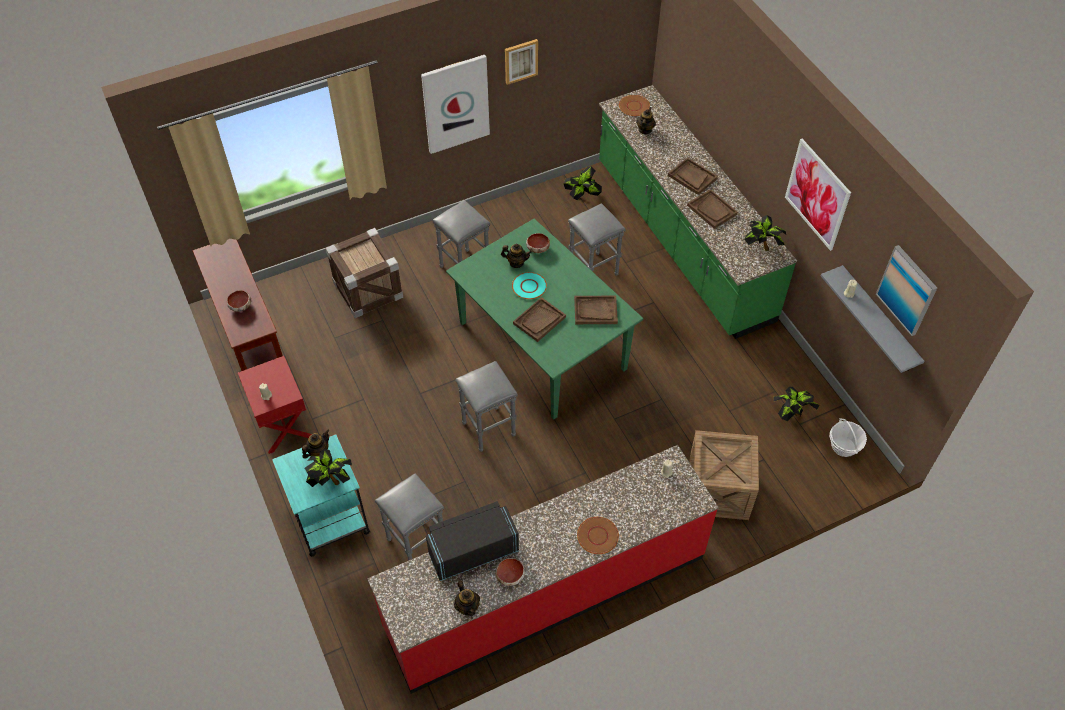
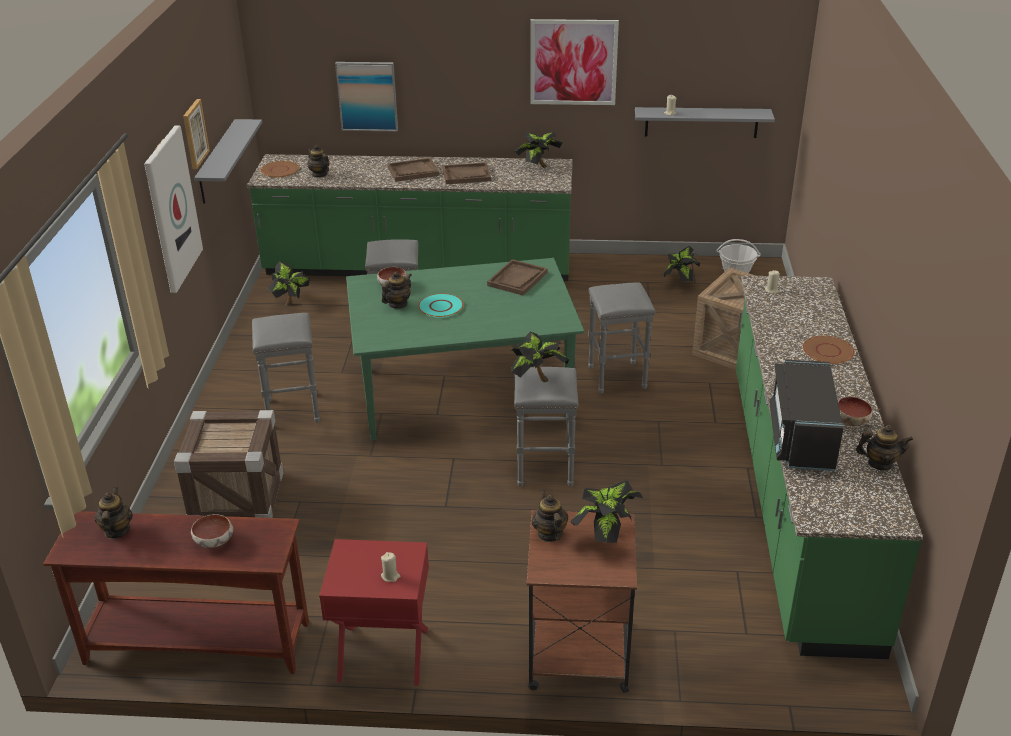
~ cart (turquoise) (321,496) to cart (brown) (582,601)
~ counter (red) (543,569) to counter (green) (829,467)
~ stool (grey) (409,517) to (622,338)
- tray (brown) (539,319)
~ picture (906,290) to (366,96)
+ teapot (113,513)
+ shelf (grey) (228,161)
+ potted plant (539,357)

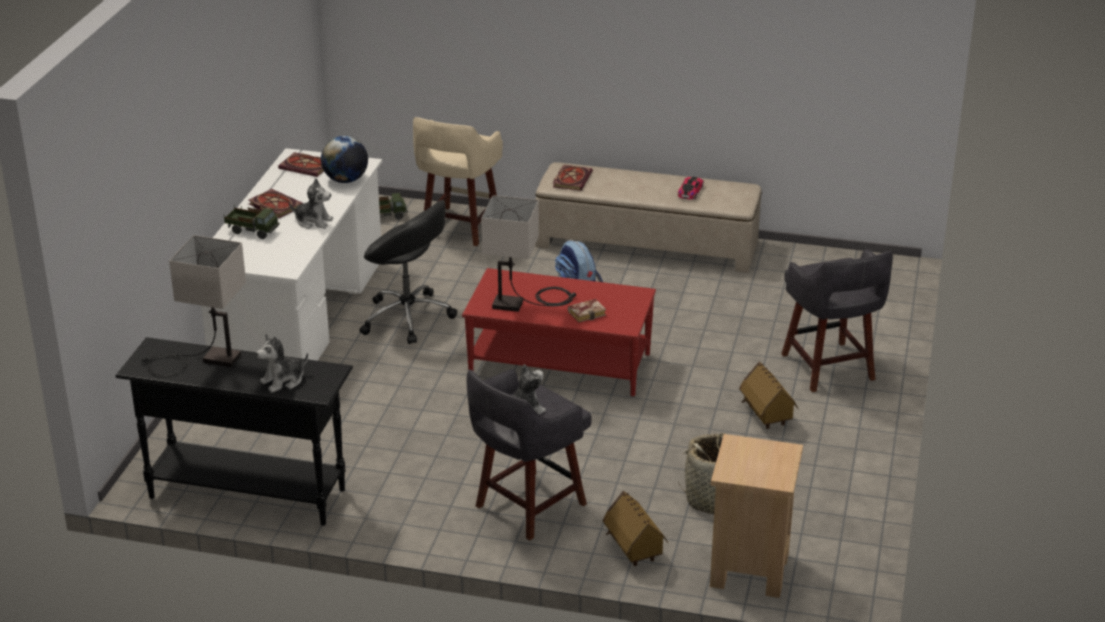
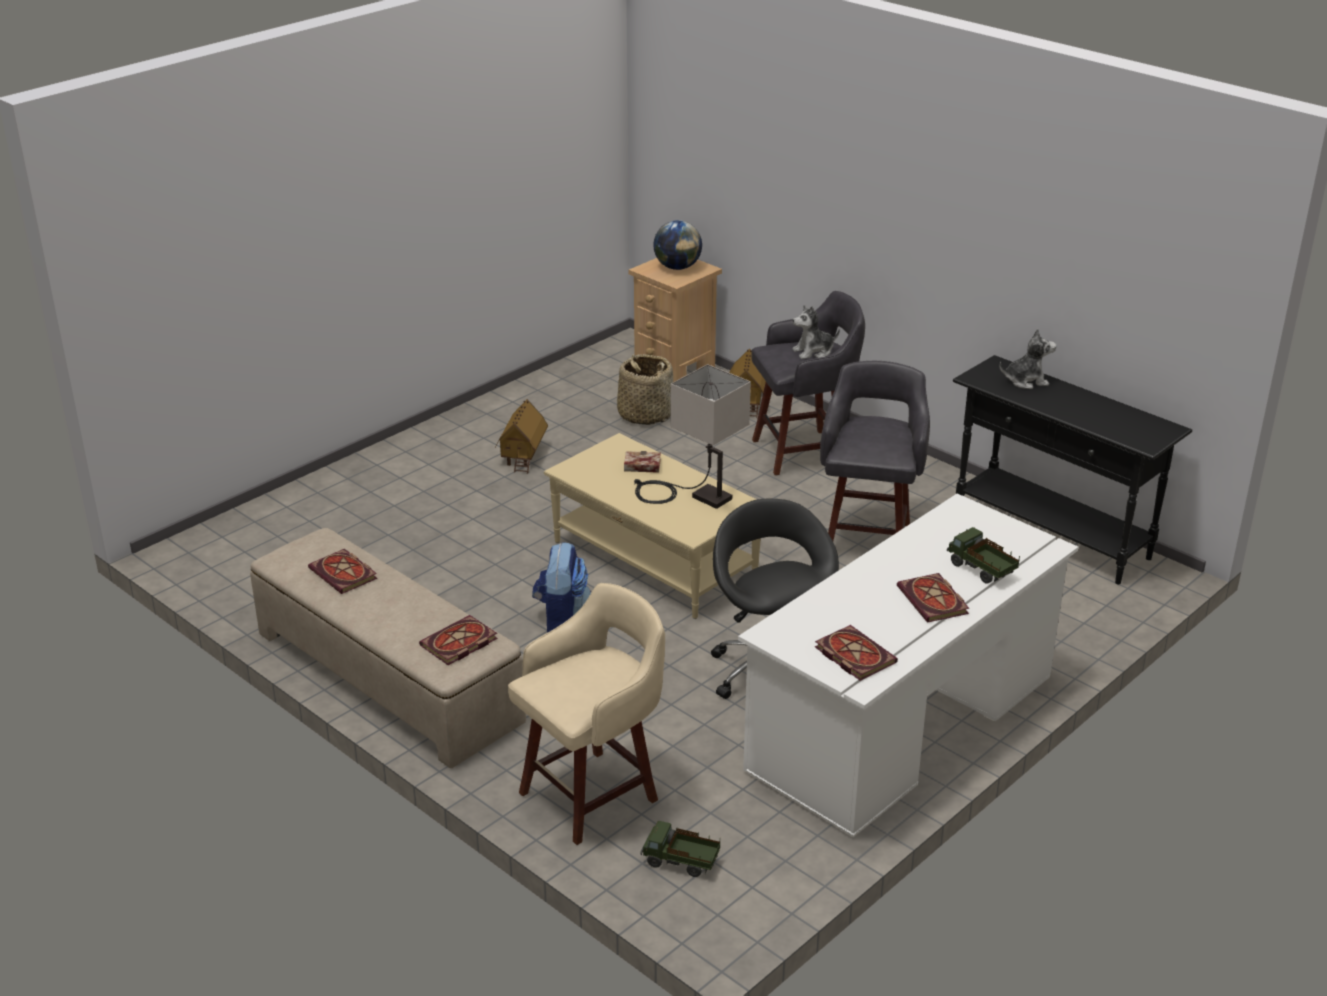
- table lamp (194,306)
- plush toy (311,203)
~ globe (344,159) to (677,245)
~ coffee table (red) (559,332) to coffee table (beige) (652,526)
~ toy car (691,188) to book (342,571)
~ stool (grey) (837,320) to (875,451)

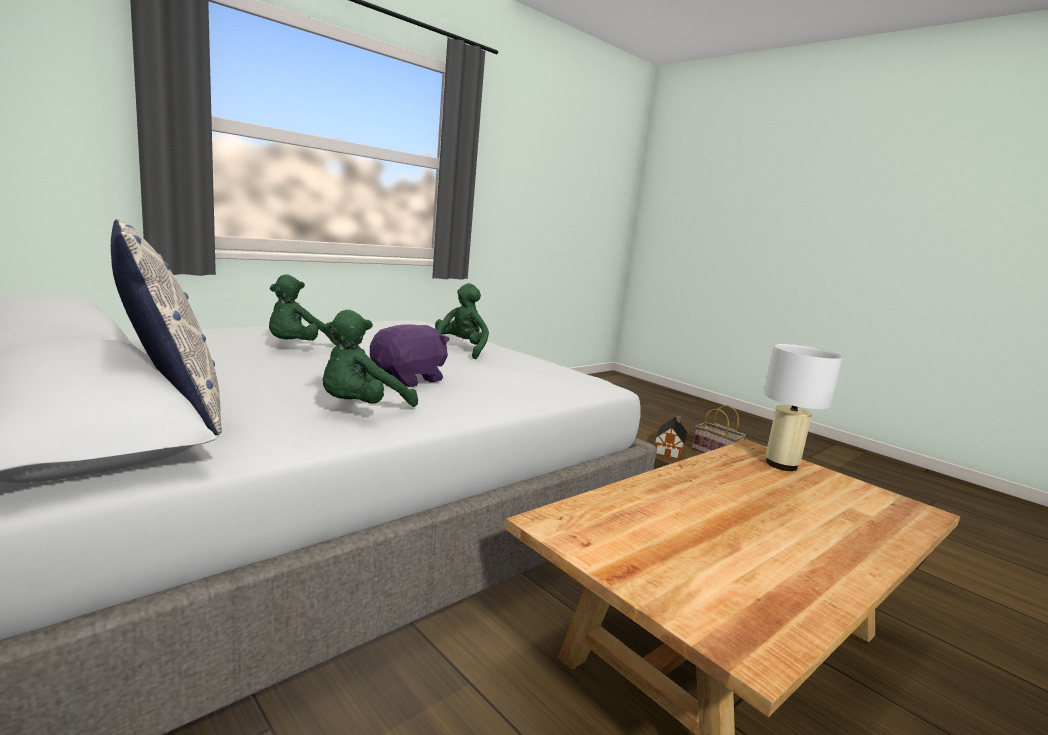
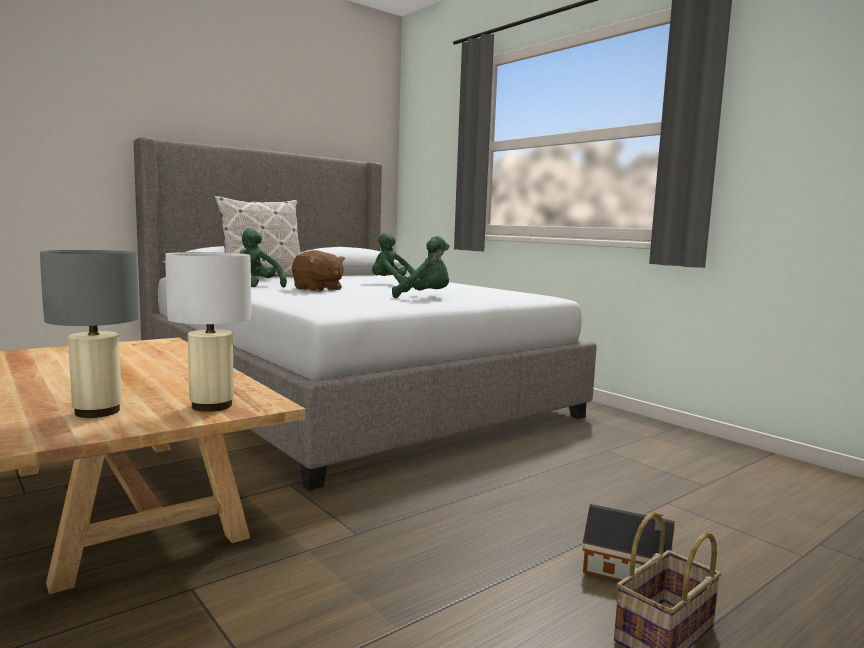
~ plush toy (purple) (410,355) to plush toy (brown) (318,271)
+ table lamp (grey) (89,334)

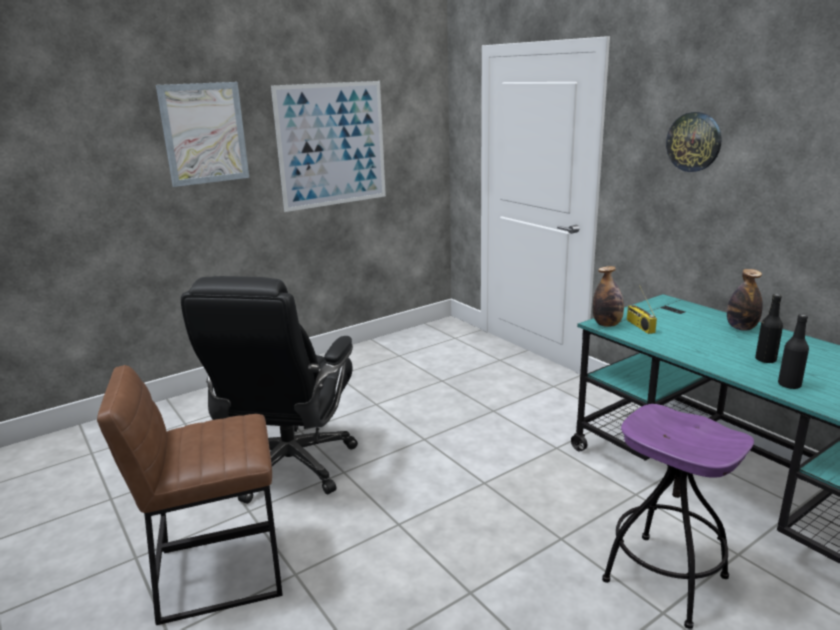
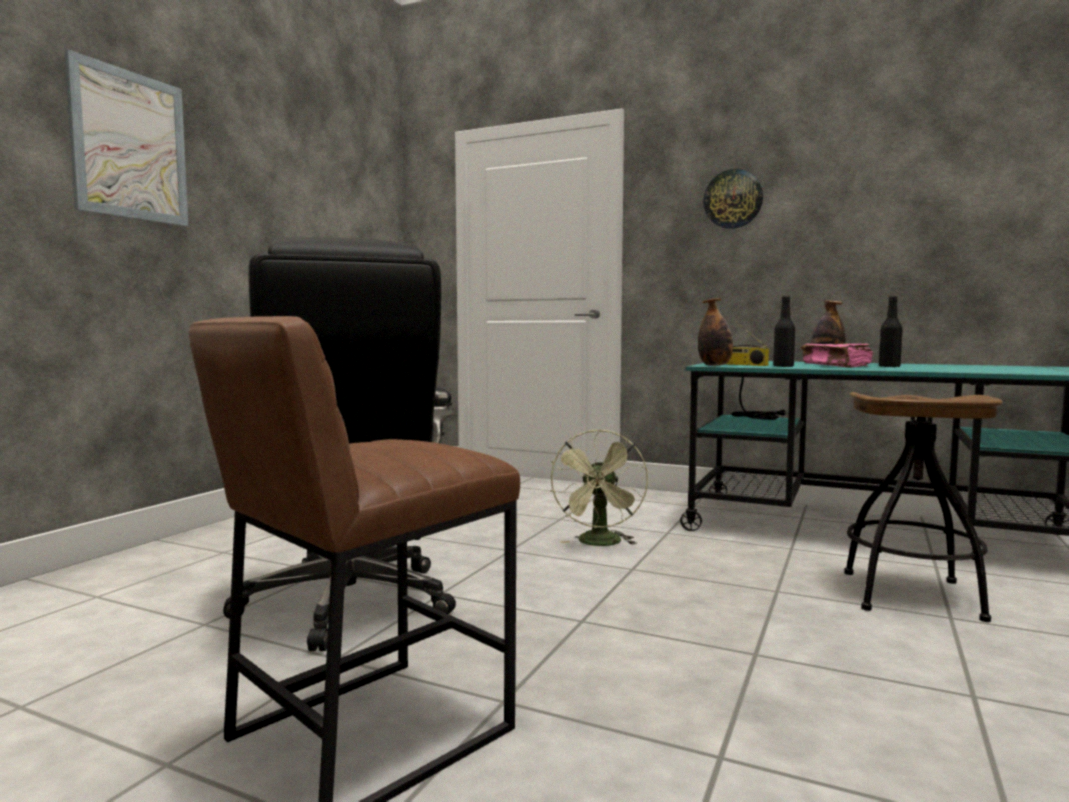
- picture (328,146)
~ stool (purple) (678,516) to stool (brown) (923,507)
~ bottle (black) (793,351) to (784,331)
+ fan (green) (599,487)
+ book (pink) (837,355)

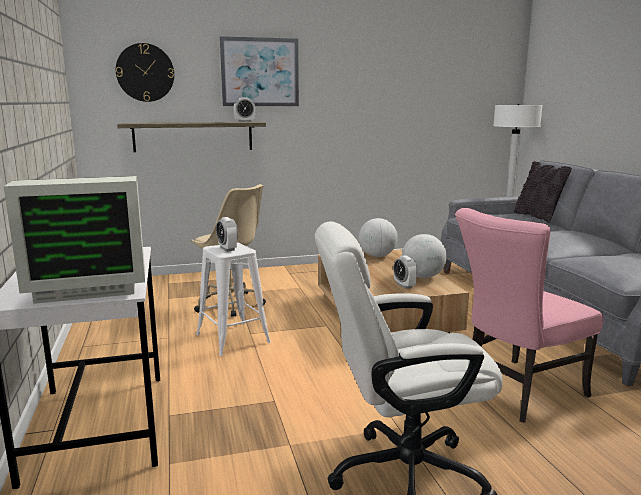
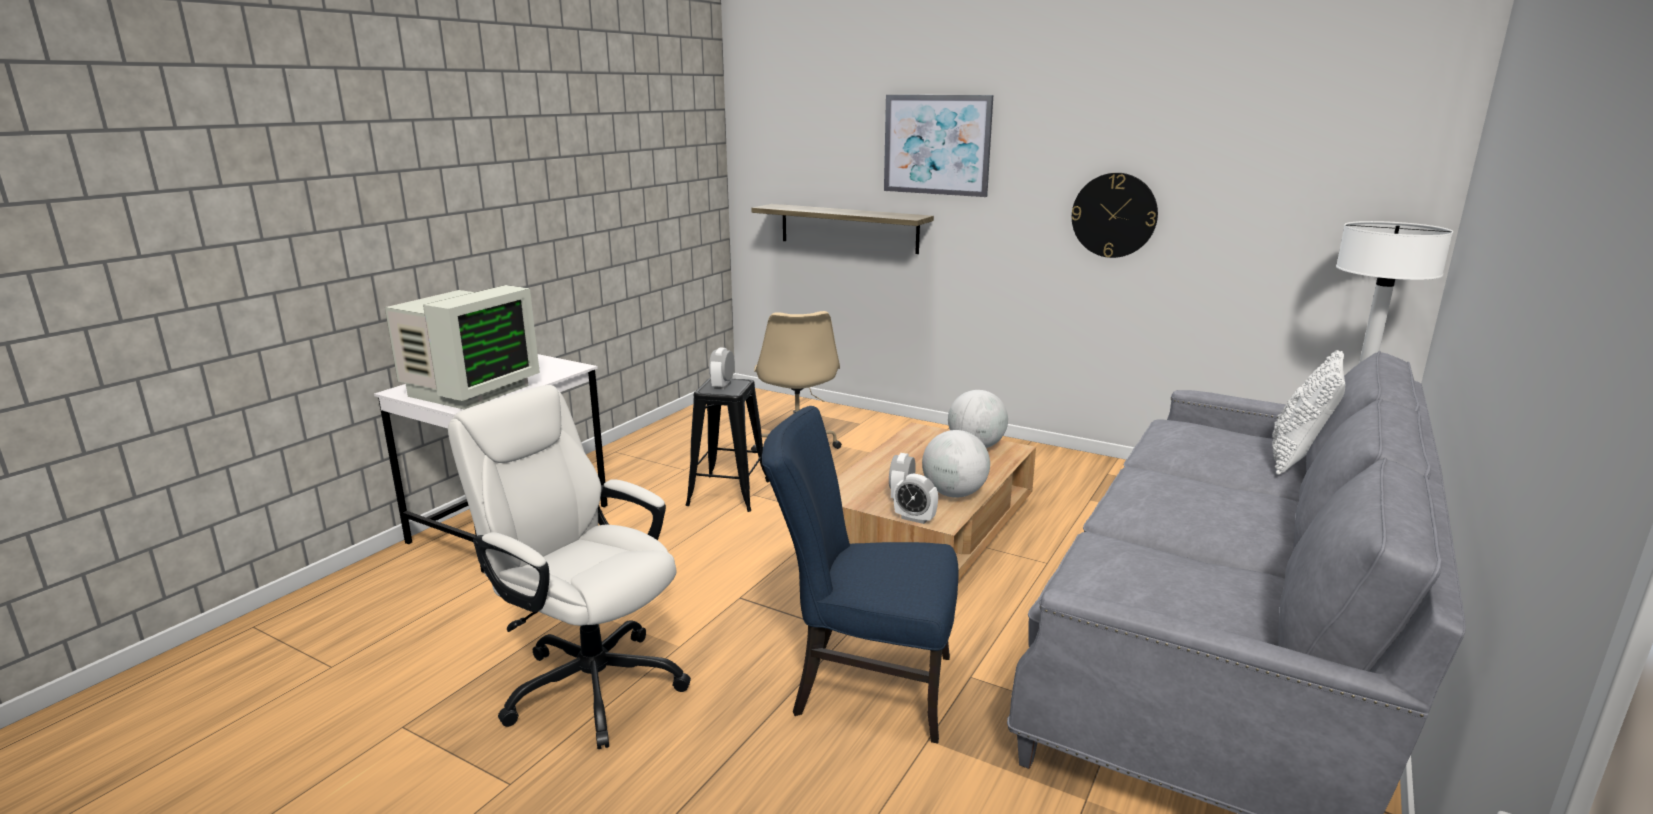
~ monitor (74,240) = (462,347) 90 degrees counterclockwise
~ wall clock (145,72) to (1115,215)
~ stool (white) (233,299) to stool (black) (728,445)
~ alarm clock (244,109) to (916,499)
~ chair (pink) (529,315) to chair (blue) (860,574)
~ pillow (black) (543,192) to pillow (white) (1308,412)

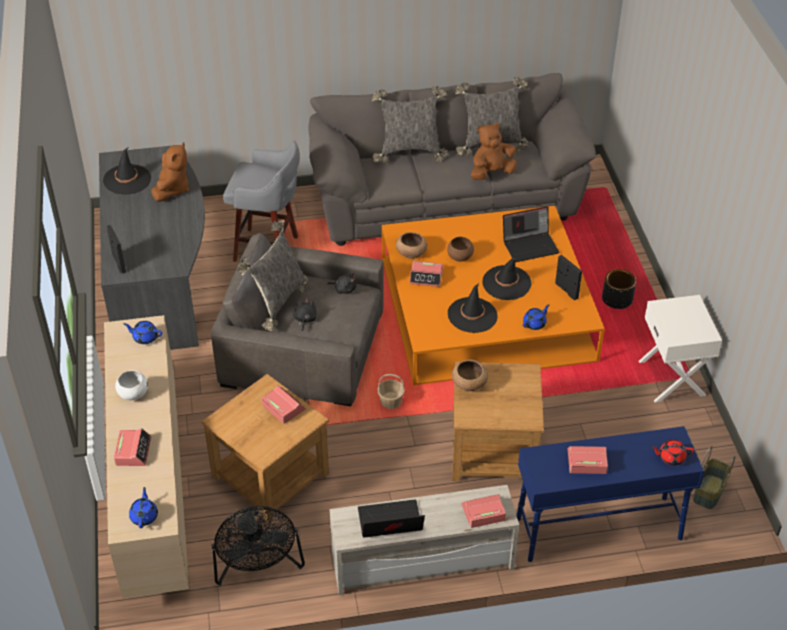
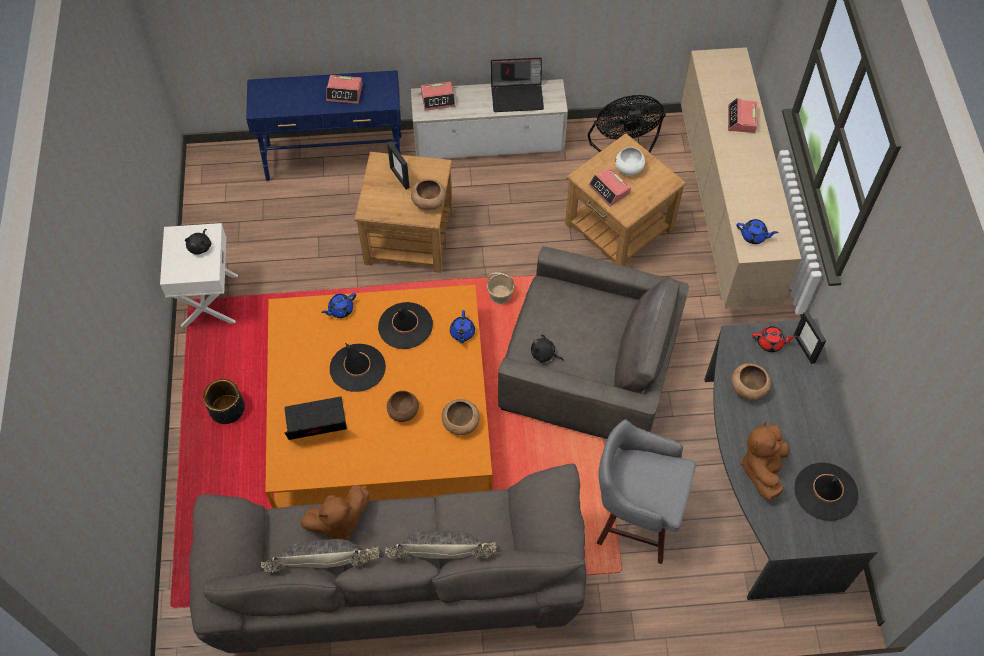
~ bowl (white) (131,385) to (630,161)
~ teapot (blue) (143,507) to (462,327)
- pillow (273,275)
~ plush toy (black) (305,314) to (198,242)
- alarm clock (426,274)
~ picture frame (568,278) to (398,165)
~ teapot (red) (672,452) to (774,339)
- basket (714,477)
+ bowl (brown) (751,381)

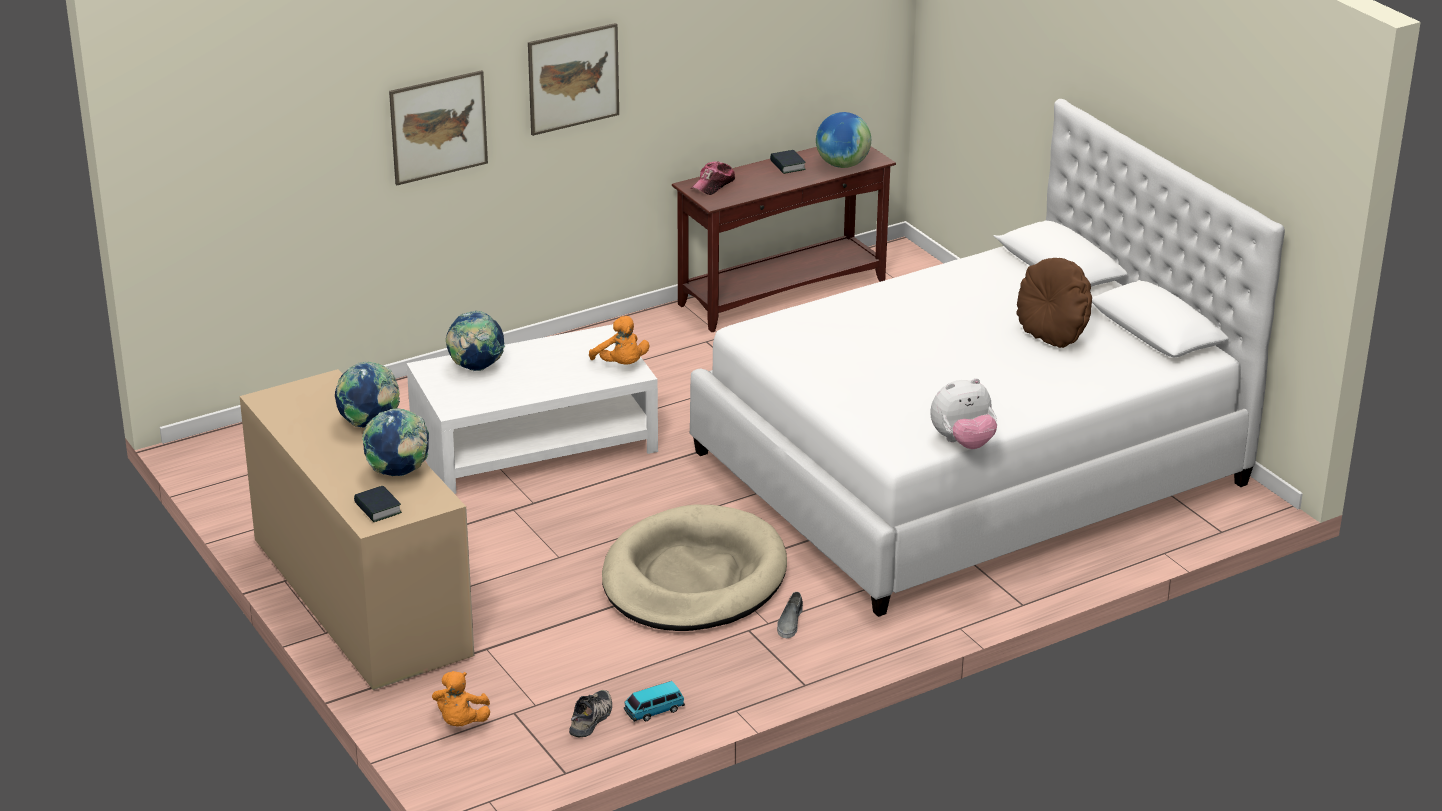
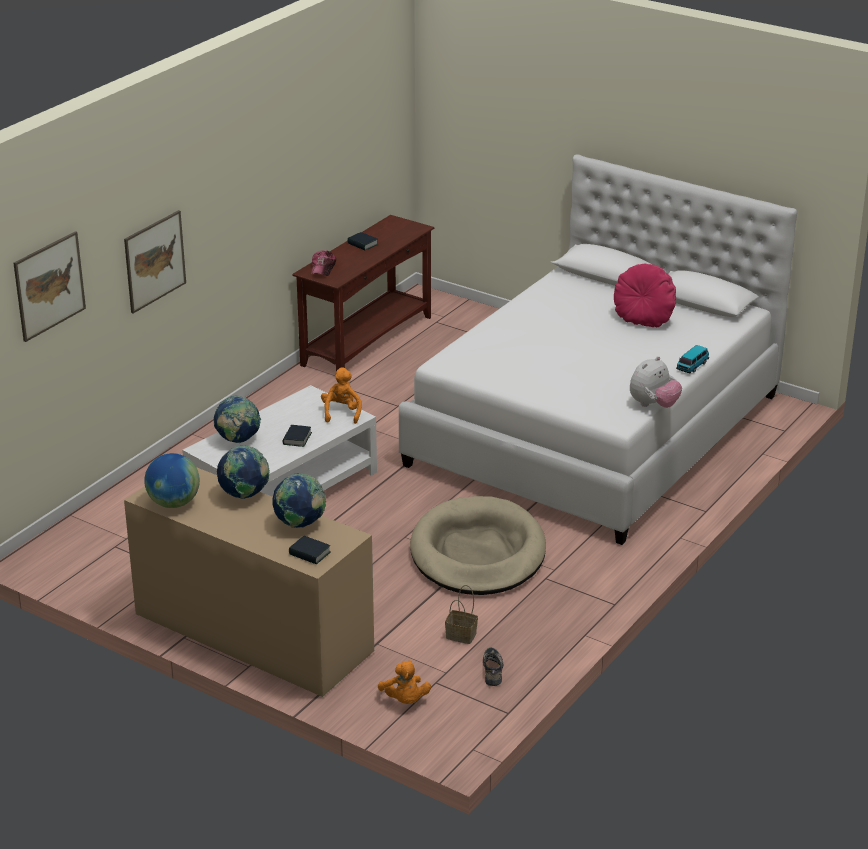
~ picture (573,79) to (49,286)
~ plush toy (orange) (619,340) = (341,396) 120 degrees counterclockwise
~ toy car (654,701) to (692,359)
- shoe (grey) (790,615)
~ globe (843,140) to (172,480)
~ pillow (brown) (1054,303) to pillow (pink) (645,295)
+ book (297,436)
+ basket (461,614)

